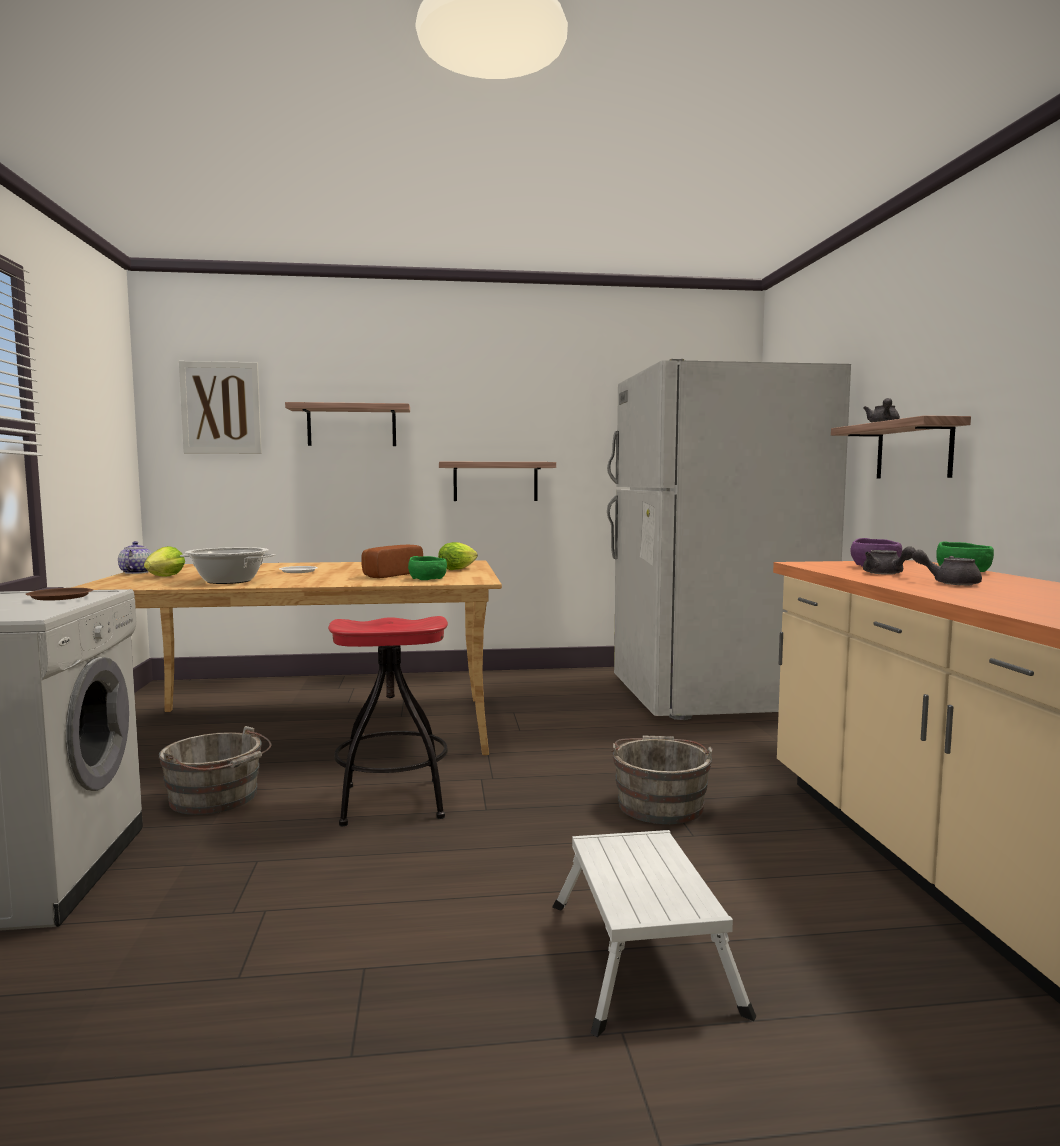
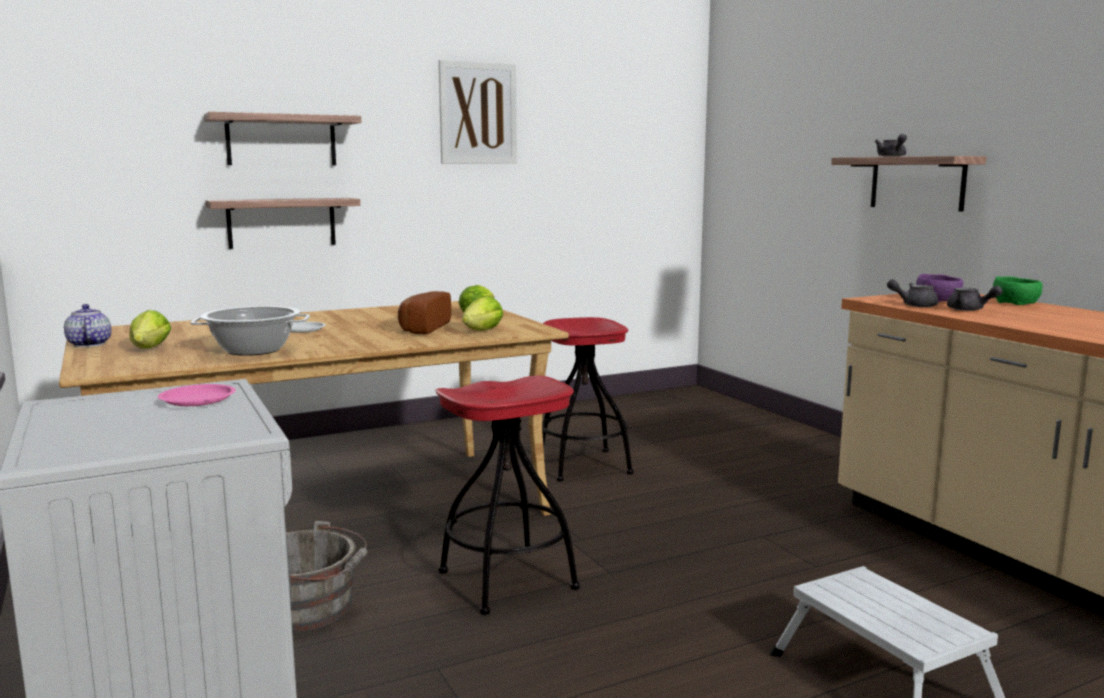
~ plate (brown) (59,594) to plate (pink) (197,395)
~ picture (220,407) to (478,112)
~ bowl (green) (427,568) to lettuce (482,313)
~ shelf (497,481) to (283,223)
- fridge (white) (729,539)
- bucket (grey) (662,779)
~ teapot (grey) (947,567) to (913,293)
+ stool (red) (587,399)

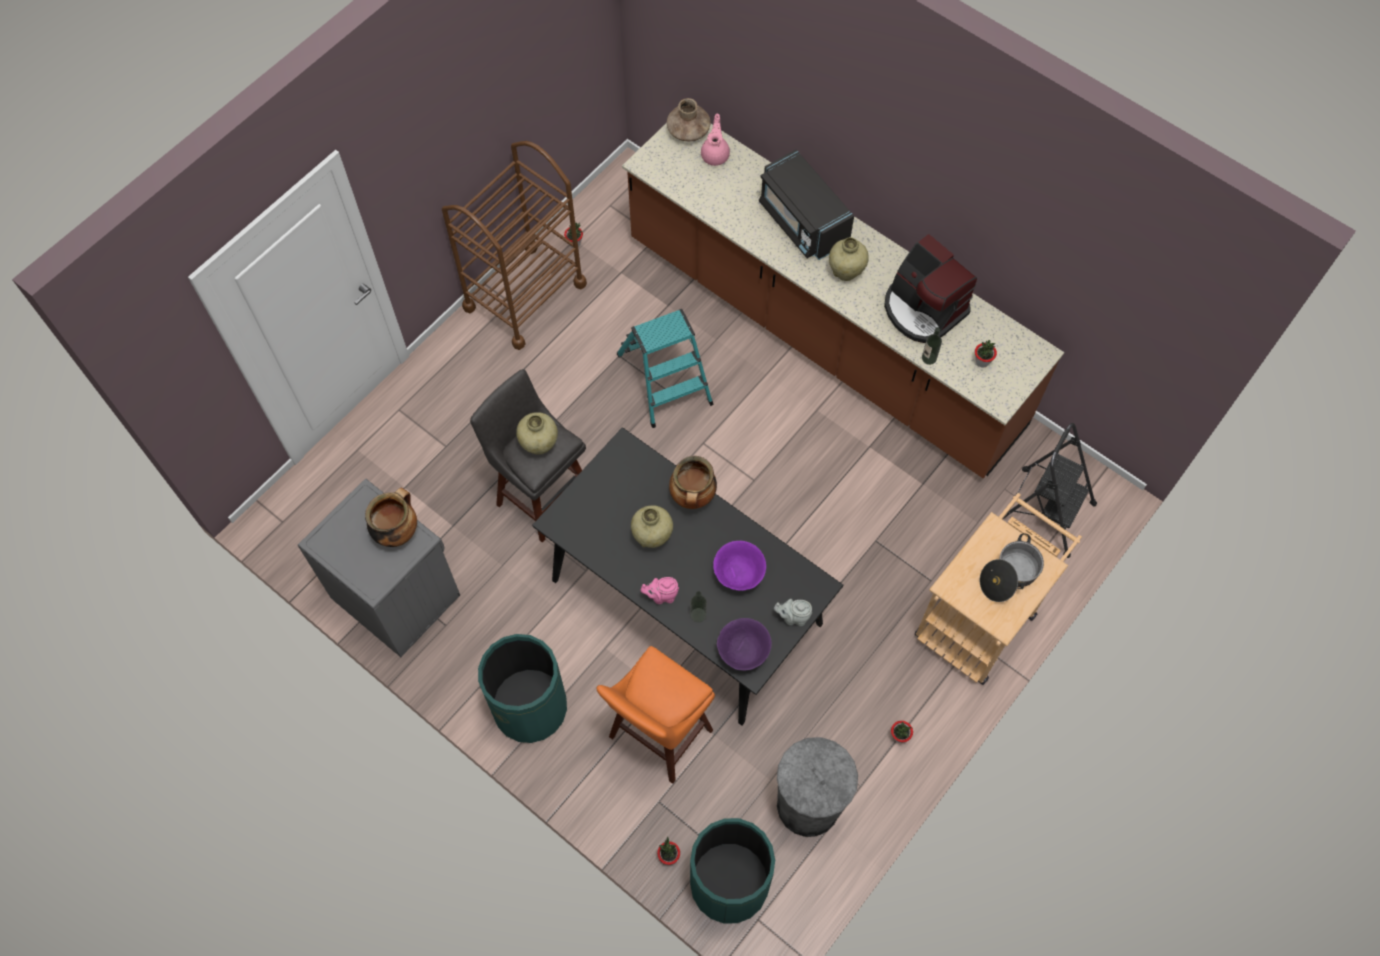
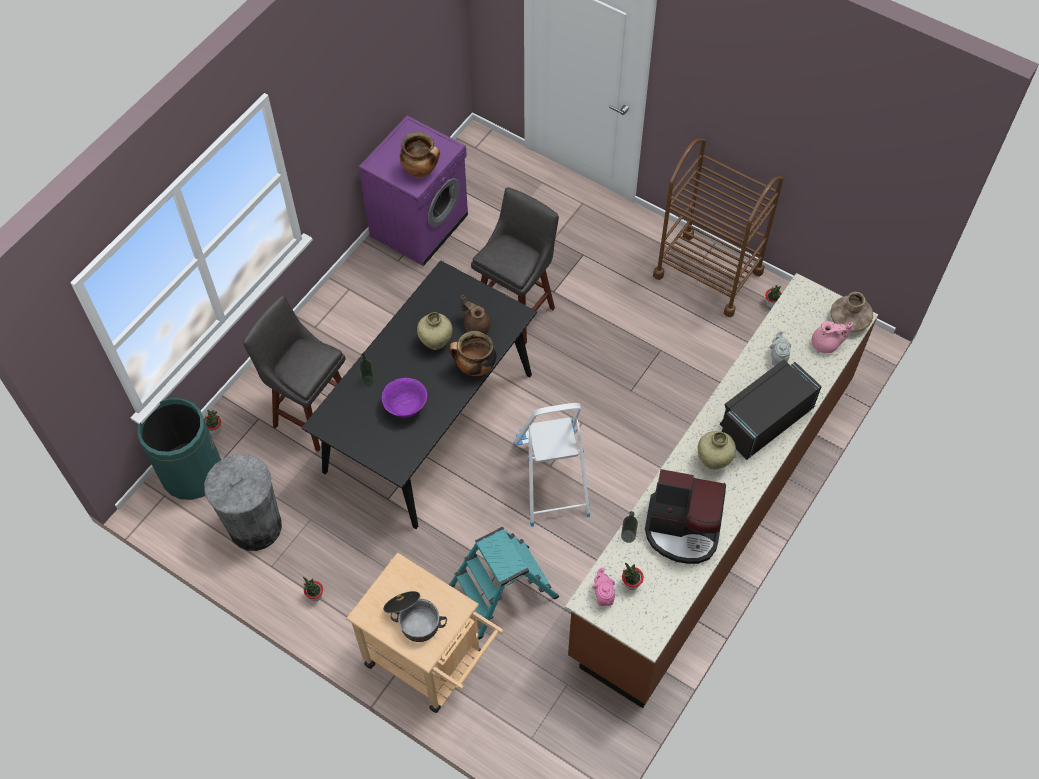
~ washing machine (grey) (379,567) to washing machine (purple) (413,190)
- trash can (green) (522,688)
- vase (beige) (537,433)
~ stool (orange) (655,715) to stool (grey) (294,373)
~ step ladder (turquoise) (665,368) to (504,583)
~ teapot (pink) (660,590) to (603,587)
- bowl (purple) (744,644)
~ teapot (grey) (793,612) to (780,348)
~ coffee machine (930,288) = (685,516) 120 degrees counterclockwise
- step ladder (black) (1047,490)
+ teapot (brown) (476,314)
+ step ladder (white) (552,465)

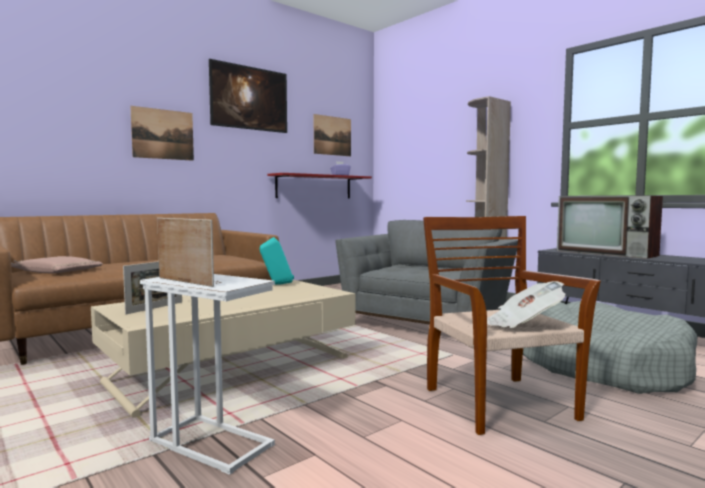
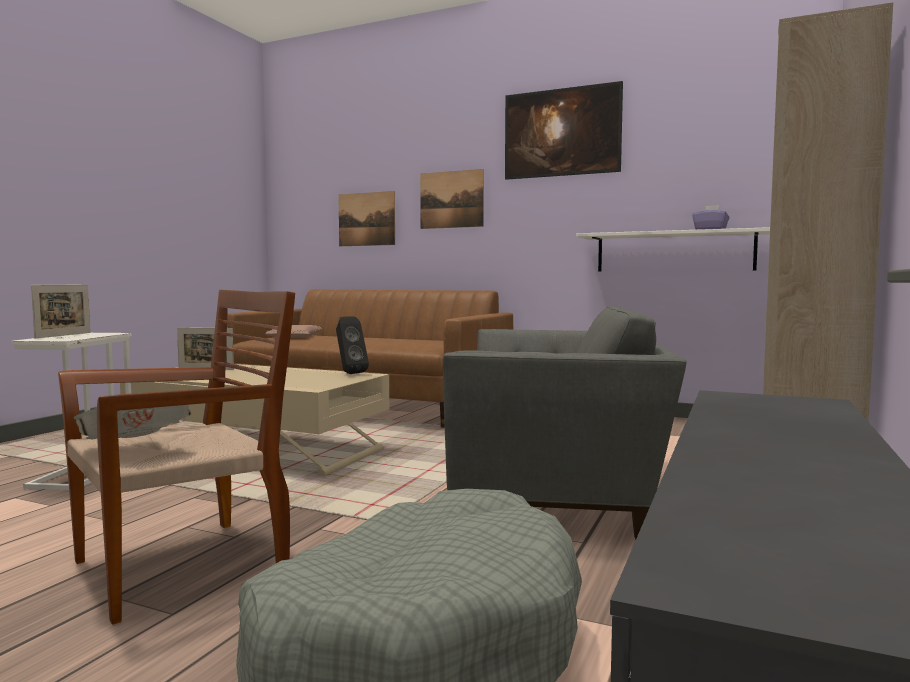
~ speaker (turquoise) (277,261) to speaker (black) (352,345)
~ shelf (red) (319,186) to shelf (white) (673,249)
~ picture (332,135) to (366,218)
- television (610,227)

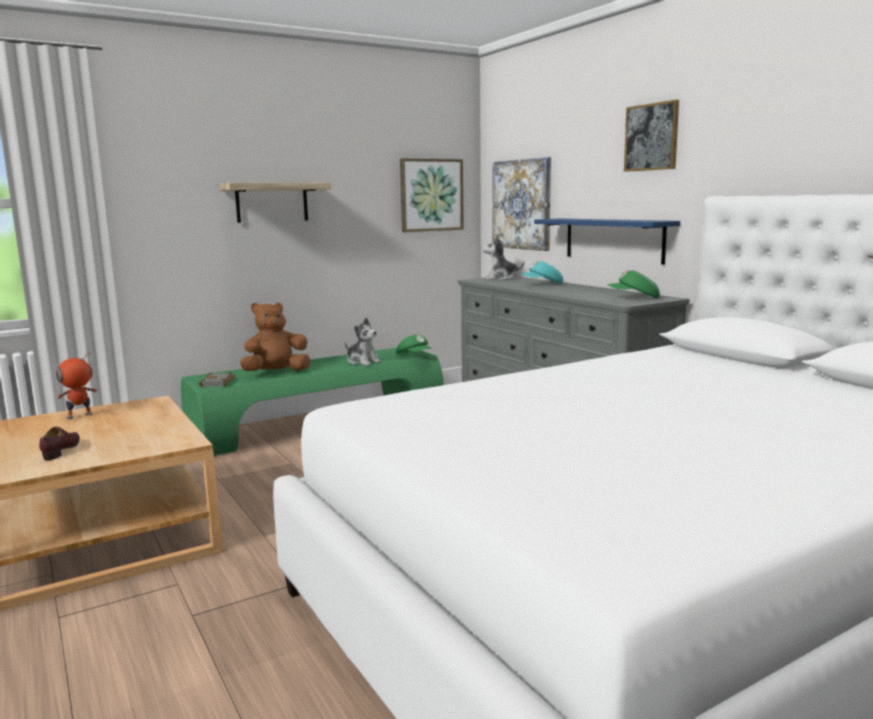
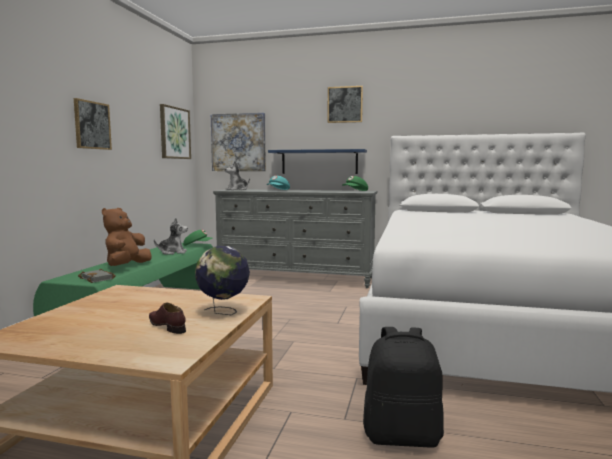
- toy robot (77,385)
~ shelf (275,202) to picture (93,124)
+ globe (222,280)
+ backpack (black) (403,387)

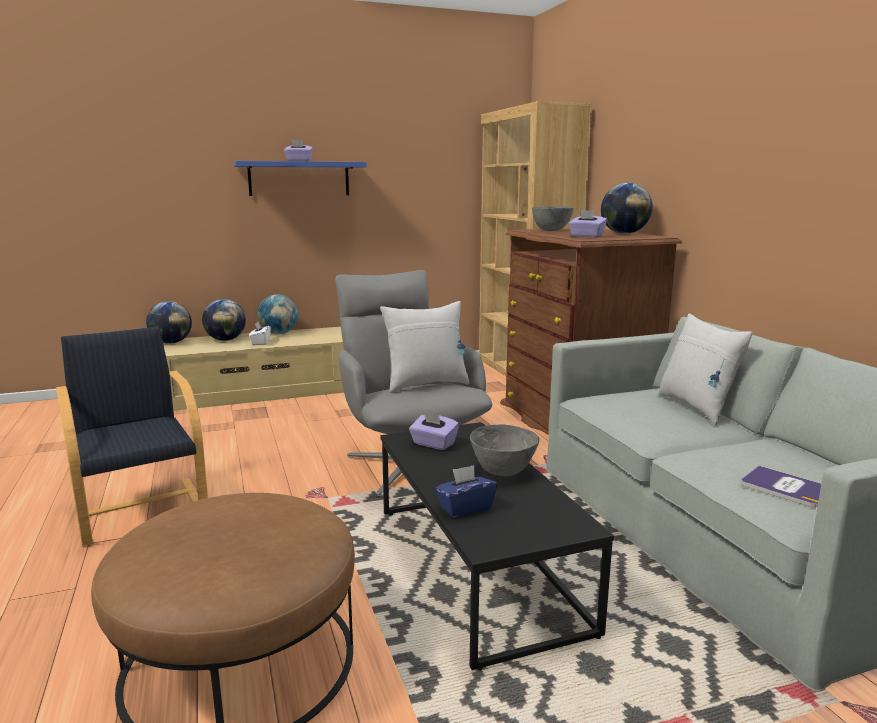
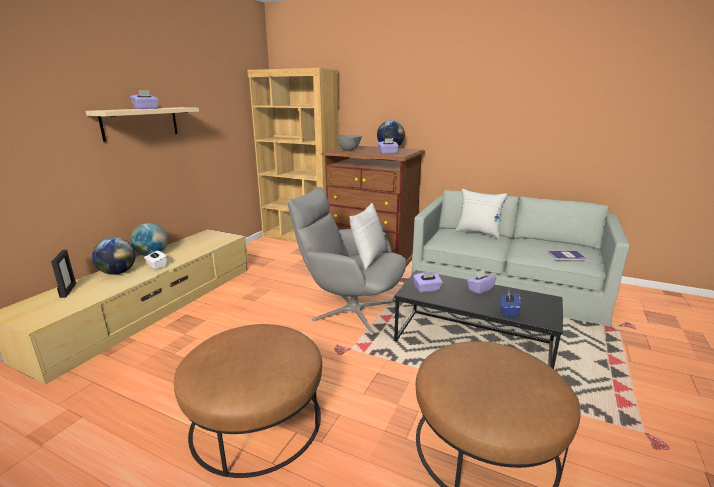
~ armchair (black) (132,436) to ottoman (brown) (248,401)
~ globe (169,322) to picture frame (63,274)
~ shelf (blue) (300,178) to shelf (beige) (142,124)
~ bowl (grey) (505,450) to tissue box (purple) (481,281)

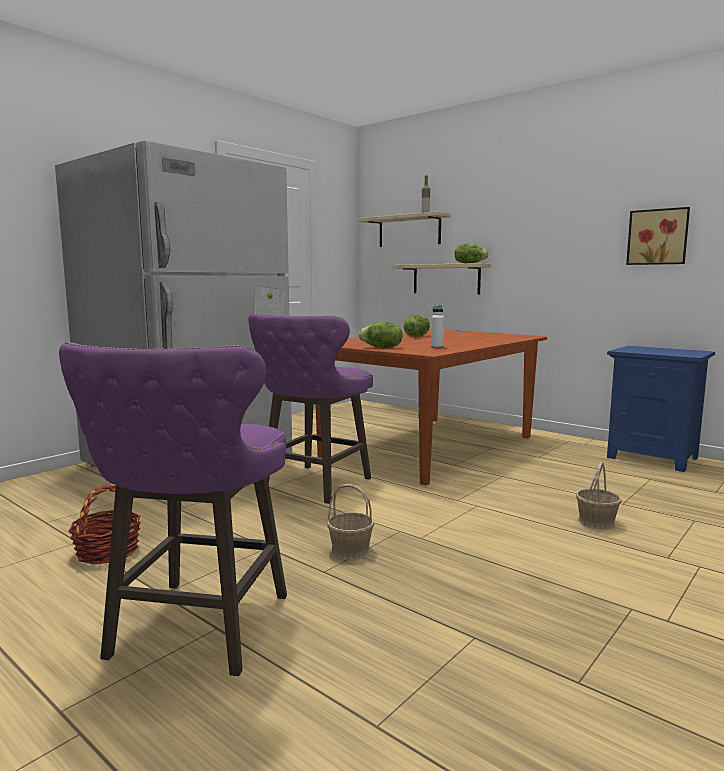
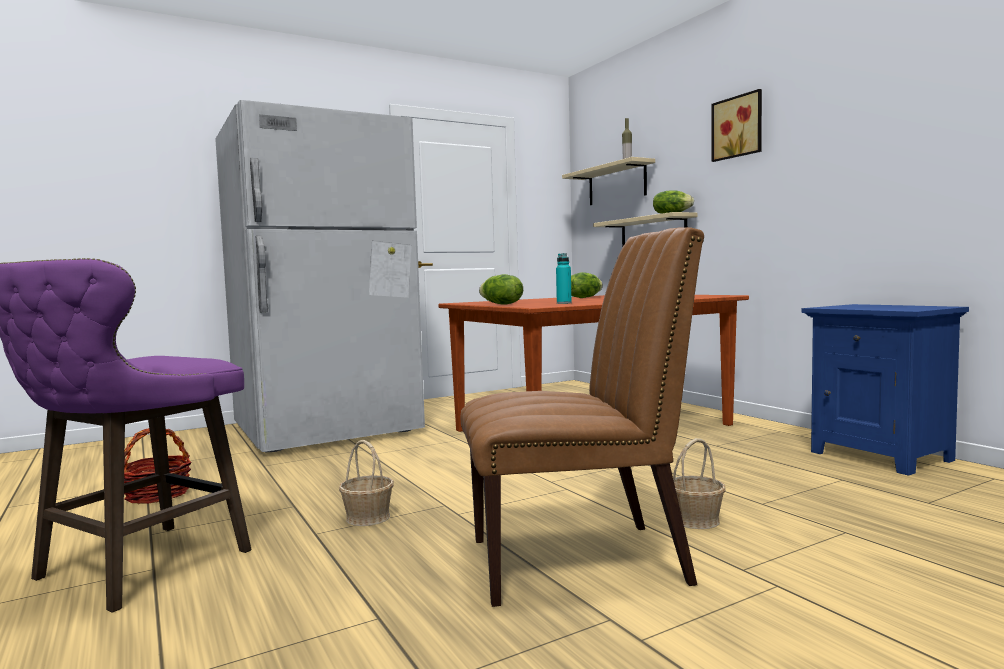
- stool (purple) (310,408)
~ bottle (white) (437,326) to bottle (turquoise) (564,278)
~ picture (658,236) to (736,125)
+ chair (brown) (582,417)

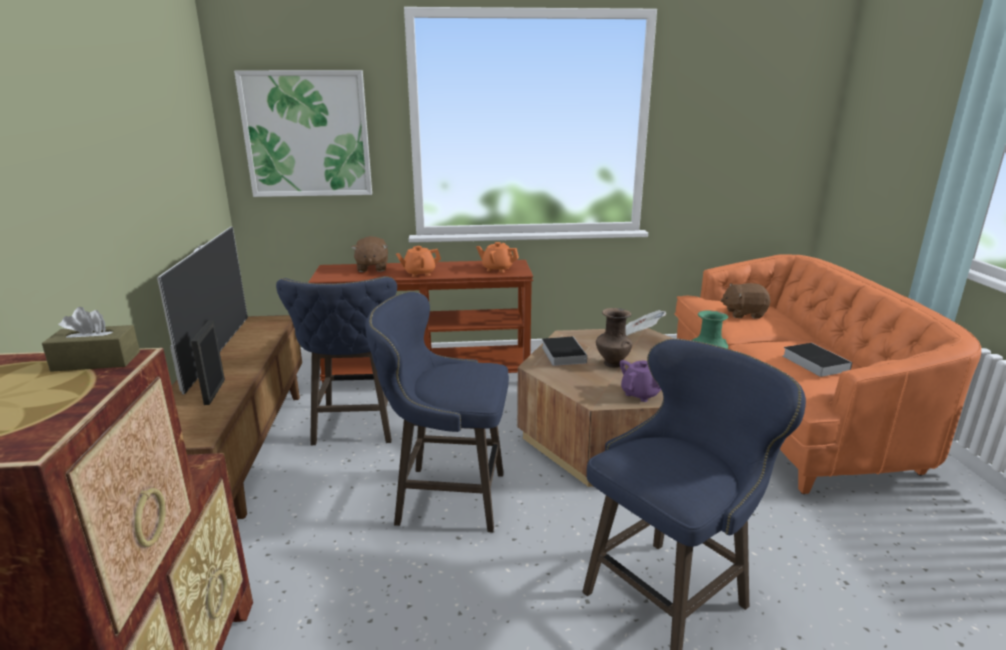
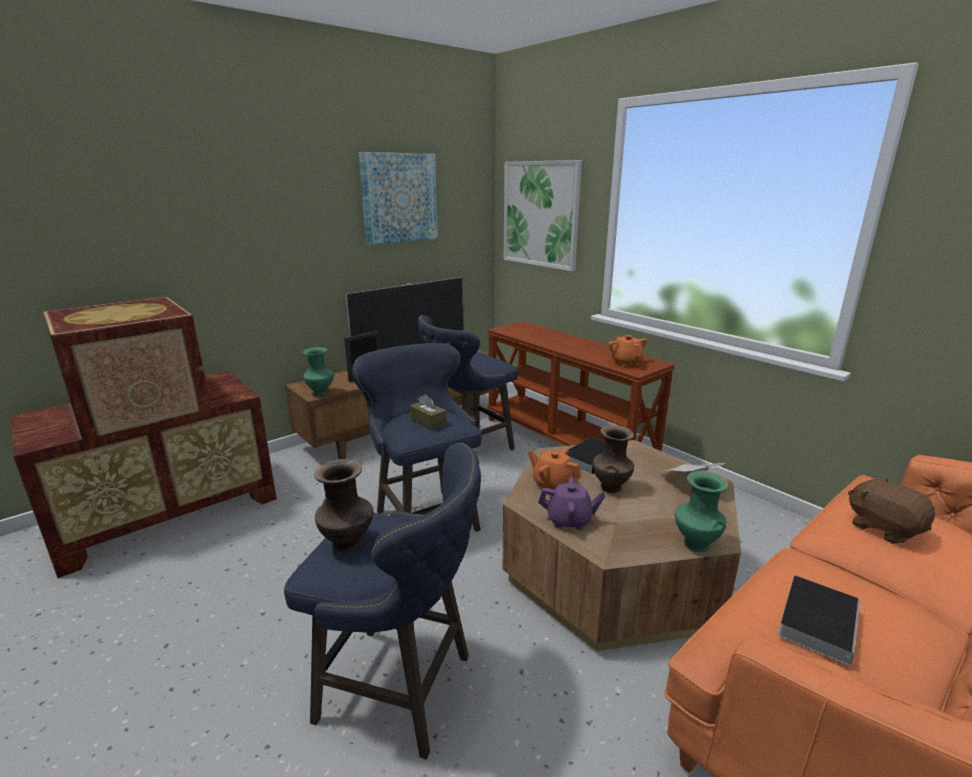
~ tissue box (brown) (91,339) to (428,412)
- plush toy (brown) (369,254)
~ teapot (orange) (418,261) to (554,468)
+ vase (green) (318,371)
+ vase (brown) (343,505)
+ picture (398,198)

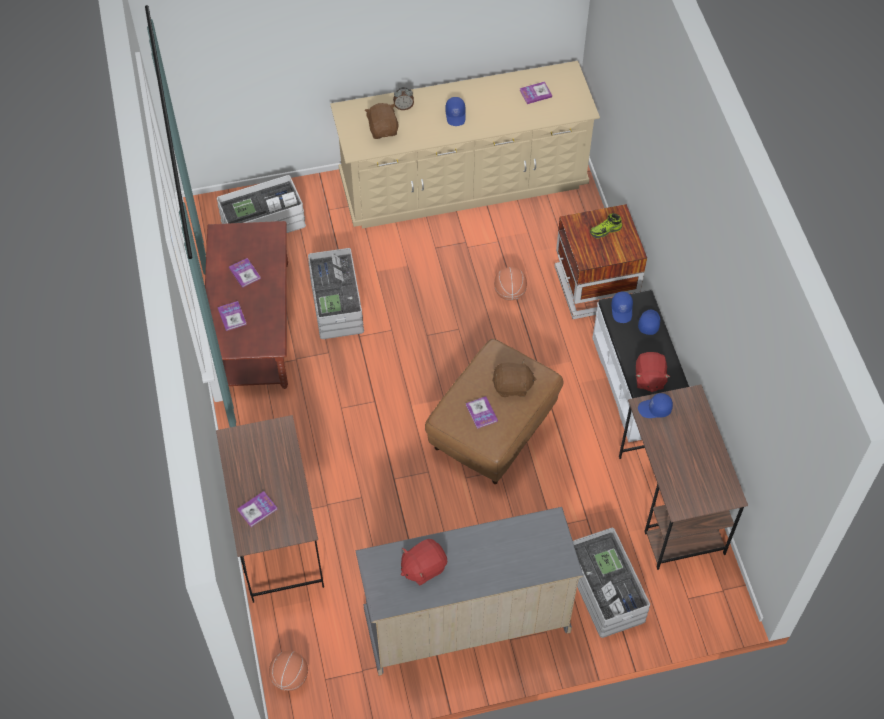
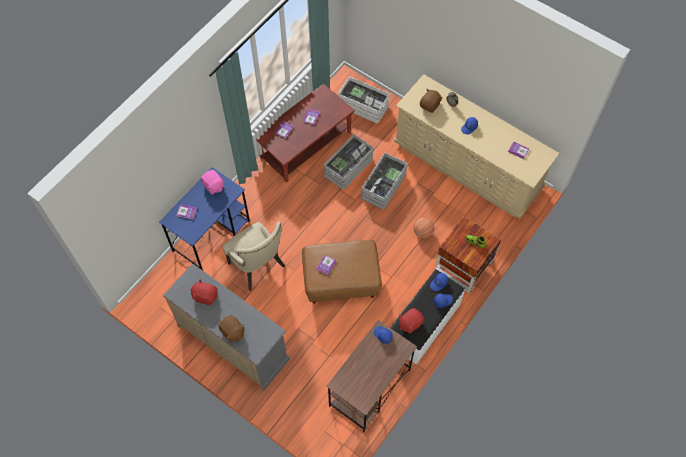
~ desk (brown) (270,509) to desk (blue) (204,218)
- basketball (288,671)
~ plush toy (brown) (514,378) to (231,328)
~ storage box (grey) (611,583) to (384,181)
+ plush toy (pink) (212,182)
+ chair (beige) (253,256)

